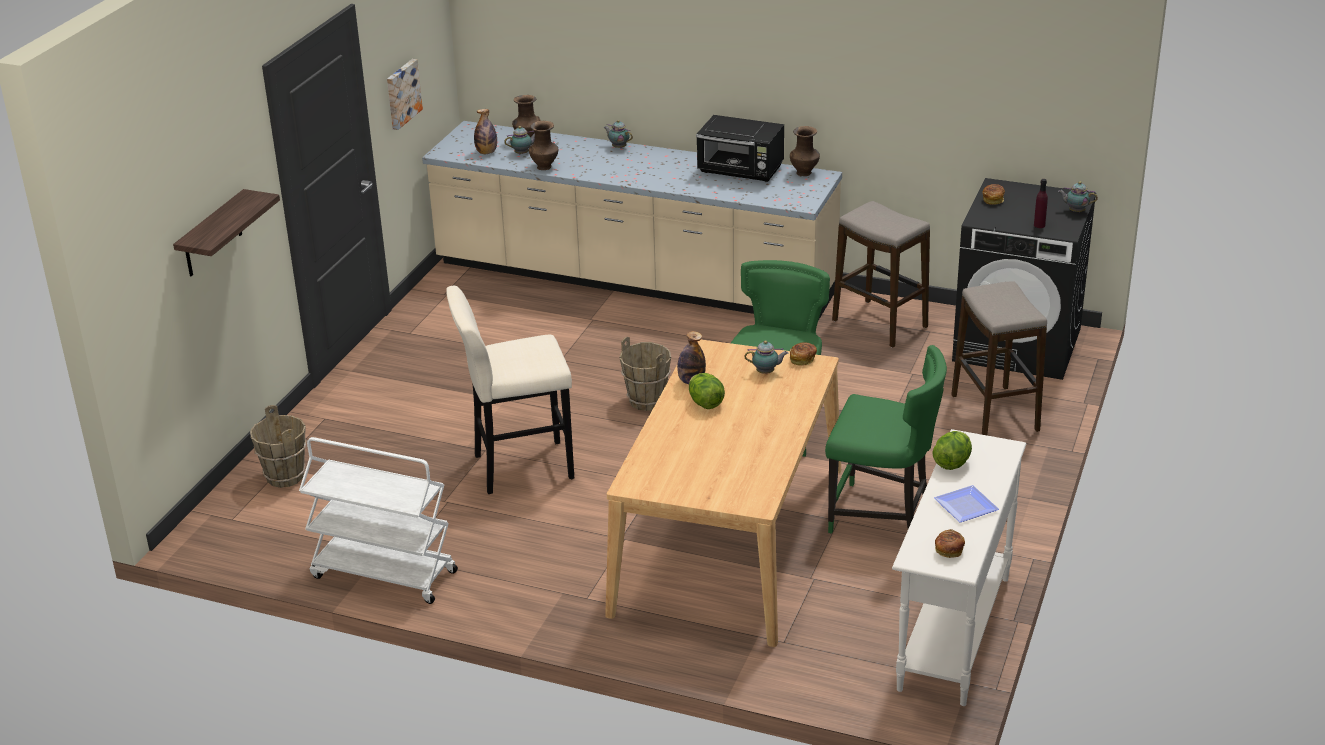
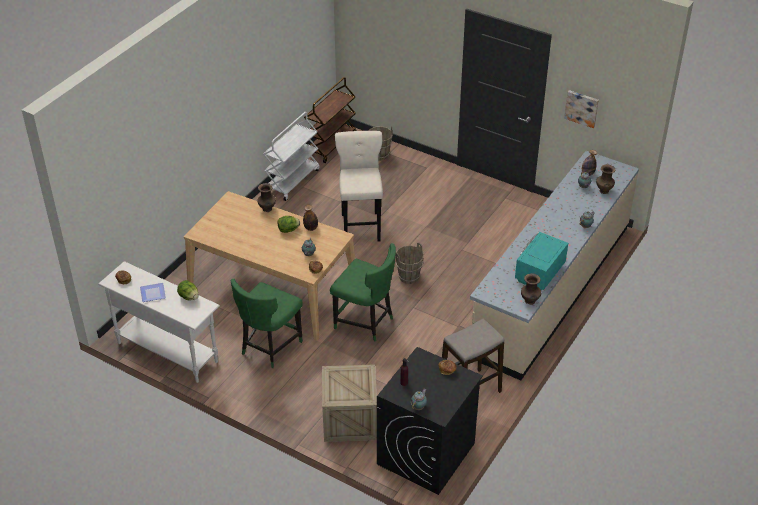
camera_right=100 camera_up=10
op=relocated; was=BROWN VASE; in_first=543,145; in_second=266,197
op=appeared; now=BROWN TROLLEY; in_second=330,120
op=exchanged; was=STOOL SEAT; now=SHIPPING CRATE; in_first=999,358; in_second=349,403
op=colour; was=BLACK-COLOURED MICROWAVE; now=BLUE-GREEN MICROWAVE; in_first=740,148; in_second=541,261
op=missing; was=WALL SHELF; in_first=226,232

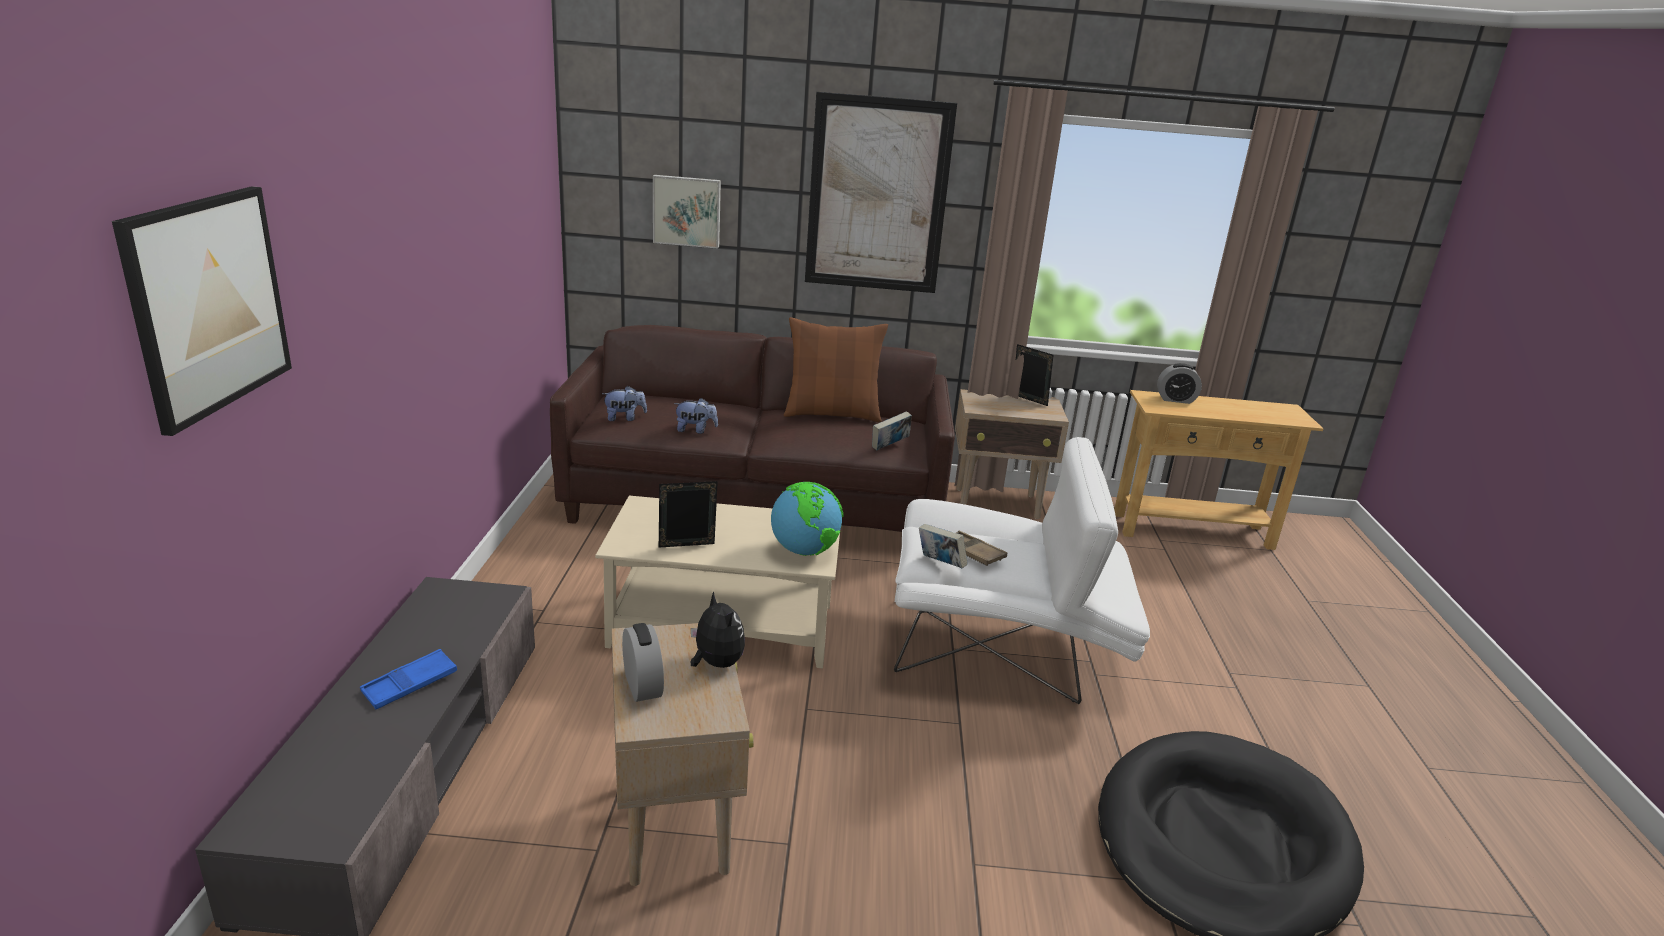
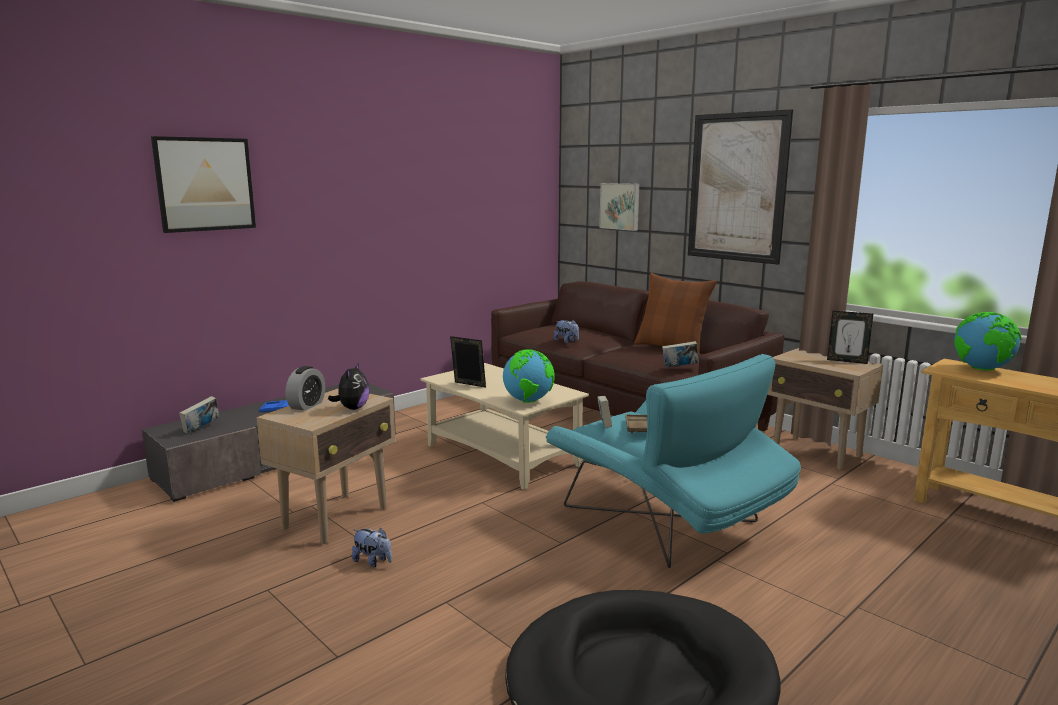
camera_right=45 camera_up=-10
op=appeared; now=BOOK; in_second=199,415
op=relocated; was=PLUSH TOY; in_first=624,403; in_second=372,547
op=colour; was=WHITISH EASY CHAIR; now=BLUE-GREEN EASY CHAIR; in_first=1022,570; in_second=673,461
op=spun; was=STANDING FRAME; in_first=1034,375; in_second=850,337; clockwise=120
op=exchanged; was=TABLE CLOCK; now=WORLD GLOBE; in_first=1179,383; in_second=987,341

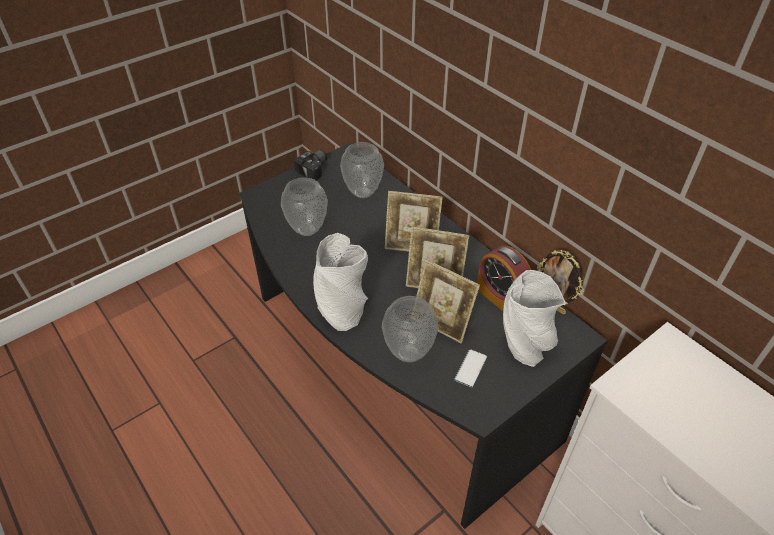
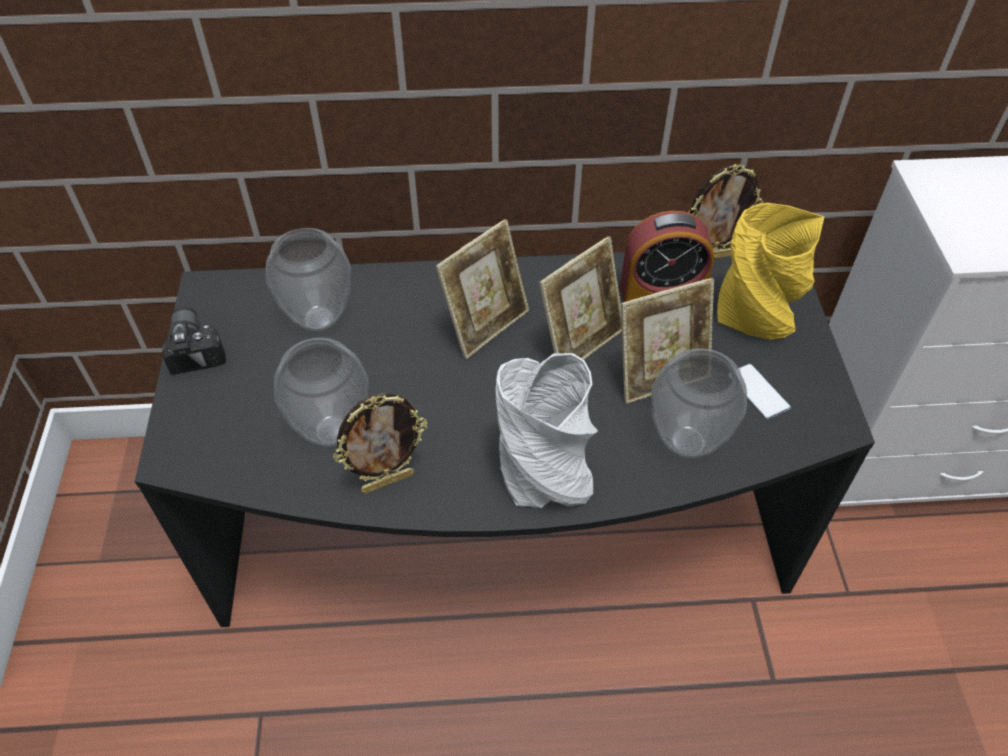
camera_right=-55 camera_up=5
op=appeared; now=STANDING FRAME; in_second=380,444
op=colour; was=GREYISH VASE; now=YELLOWISH VASE; in_first=535,318; in_second=770,271

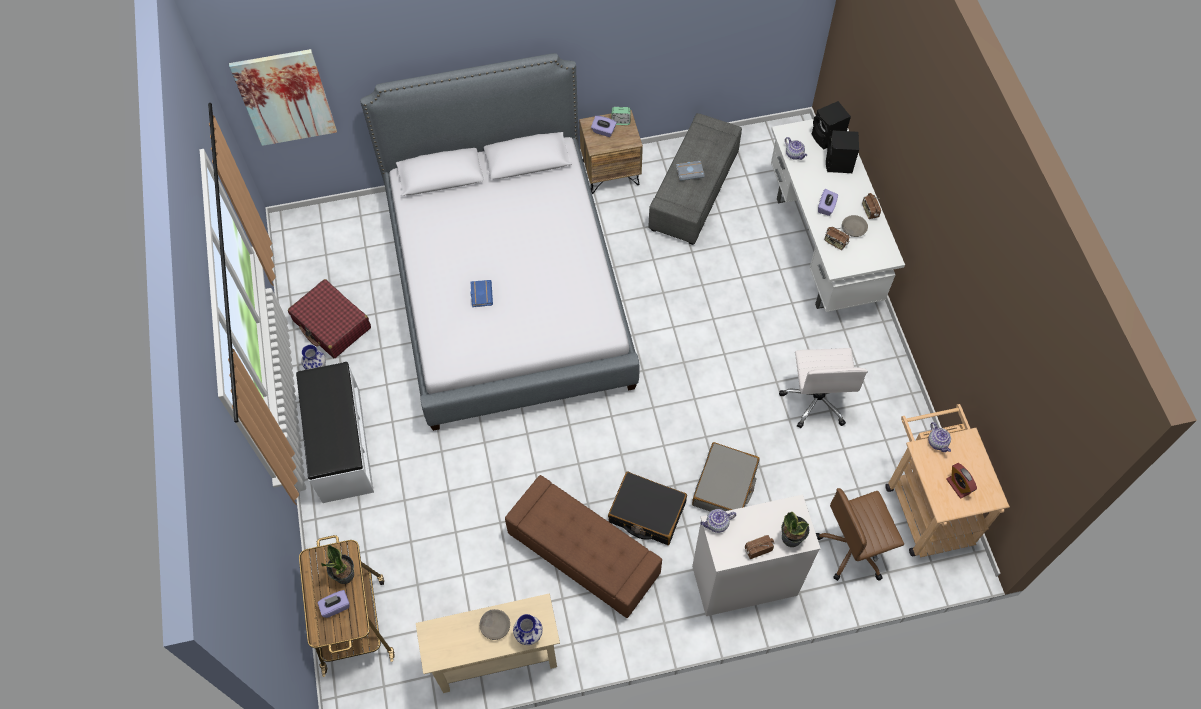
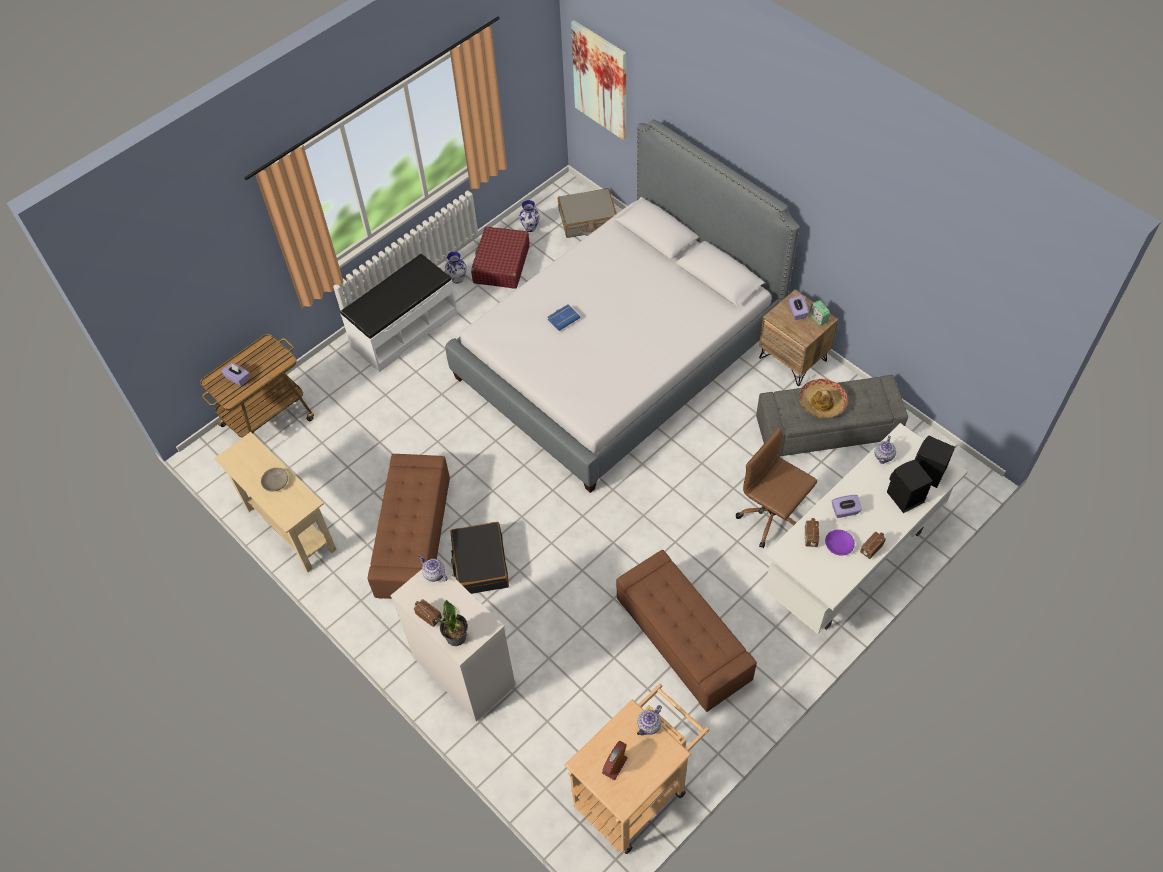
camera_right=60 camera_up=-5
op=relocated; was=VASE; in_first=528,629; in_second=529,216
op=relocated; was=GREYISH PIECE OF LUGGAGE; in_first=726,477; in_second=587,213
op=exchanged; was=WHITISH OFFICE CHAIR; now=BROWN POUFFE; in_first=823,388; in_second=687,631
op=relocated; was=BROWN OFFICE CHAIR; in_first=860,534; in_second=776,488
op=exchanged; was=GREYISH BOOK; now=WEARABLE HAT; in_first=690,171; in_second=823,398
op=colour; was=GREYISH BOWL; now=PURPLE BOWL; in_first=855,226; in_second=840,543
op=missing; was=POTTED PLANT; in_first=337,564

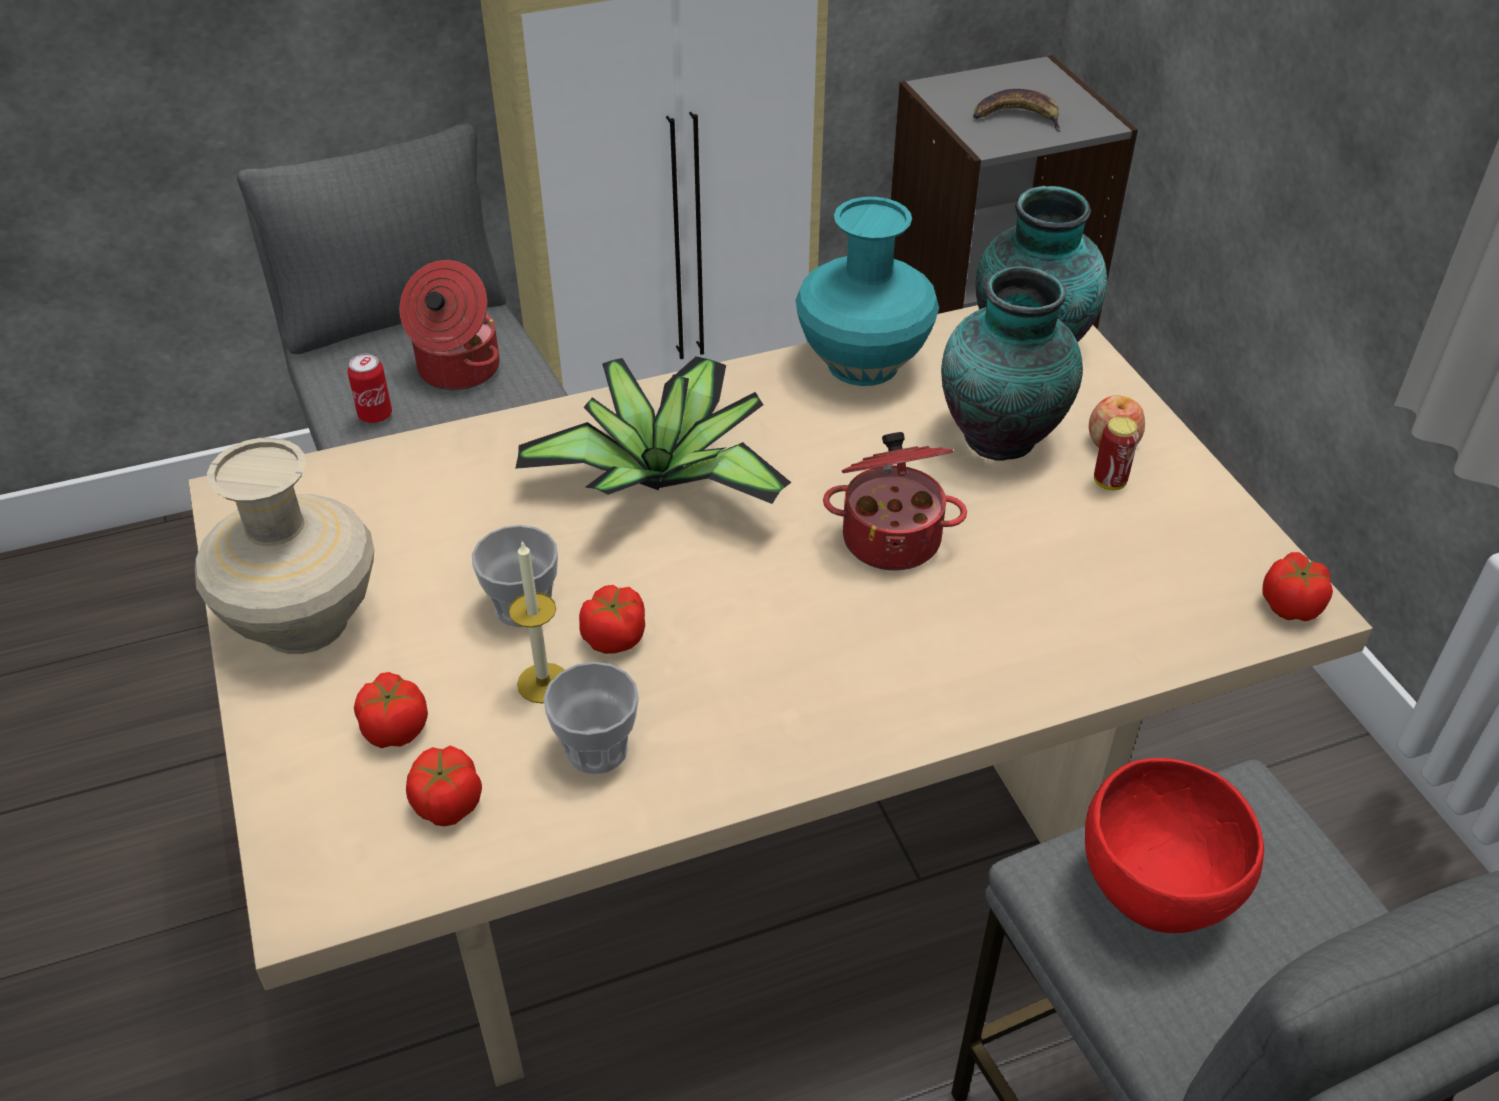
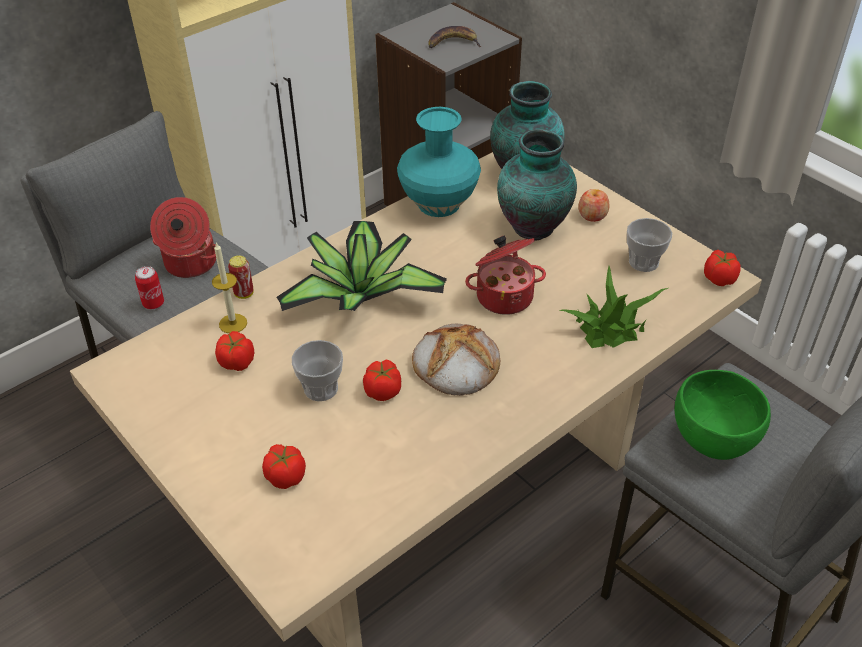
camera_right=-20 camera_up=0
op=relocated; was=CANDLE; in_first=537,622; in_second=229,287
op=relocated; was=TOMATO; in_first=444,786; in_second=234,351
op=relocated; was=SEALED CAN; in_first=1116,453; in_second=241,277
op=appeared; now=BAKERY BREAD; in_second=456,360
op=appeared; now=POTTED PLANT; in_second=613,307
op=relocated; was=CUP; in_first=591,718; in_second=649,245
op=colour; was=RED BOWL; now=GREEN BOWL; in_first=1174,845; in_second=723,415
op=missing; was=BEIGE VASE; in_first=284,546

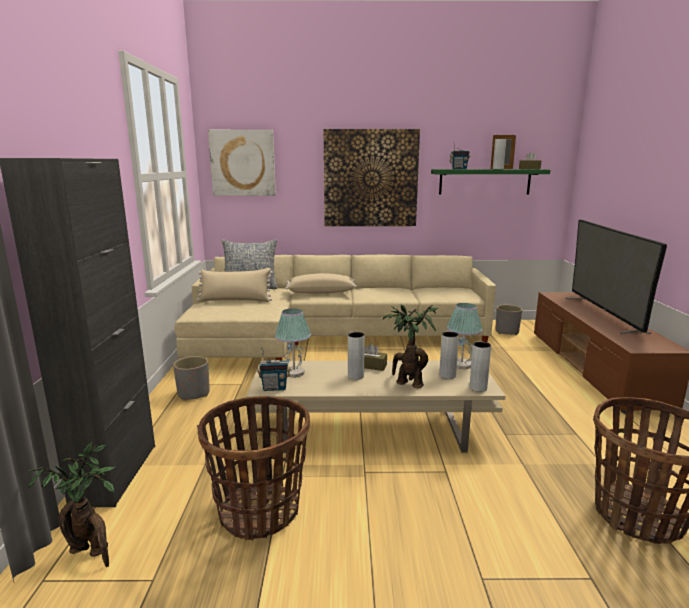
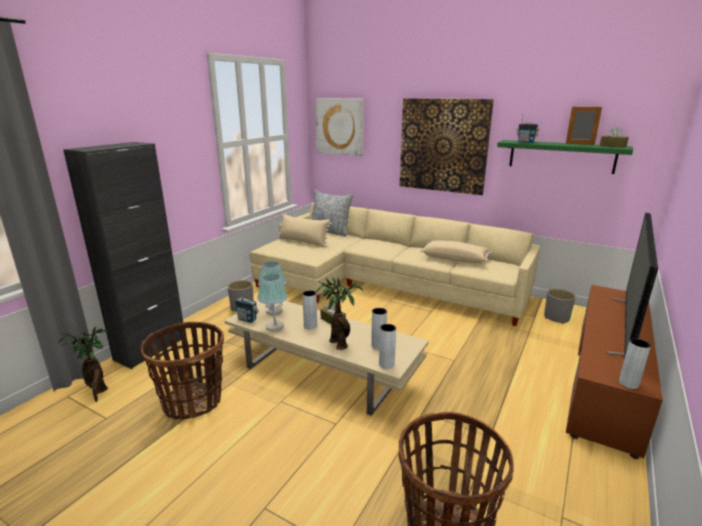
camera_right=30 camera_up=5
op=relocated; was=LAMP FOR A TABLE; in_first=464,336; in_second=272,303
op=relocated; was=BEIGE PILLOW; in_first=321,283; in_second=456,252
op=relocated; was=GREYISH VASE; in_first=499,154; in_second=635,363

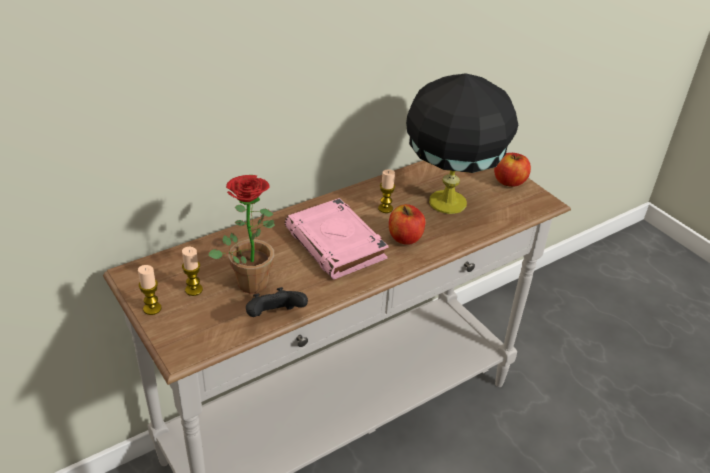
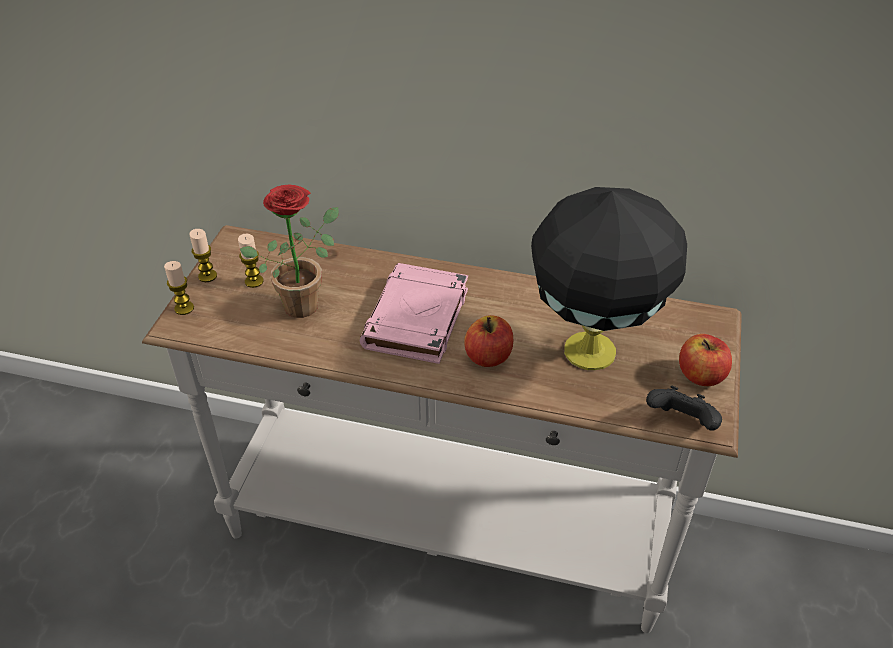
camera_right=50 camera_up=5
op=relocated; was=CANDLE; in_first=386,191; in_second=179,288
op=relocated; was=BLACK-COLOURED JOYPAD; in_first=277,302; in_second=684,408

